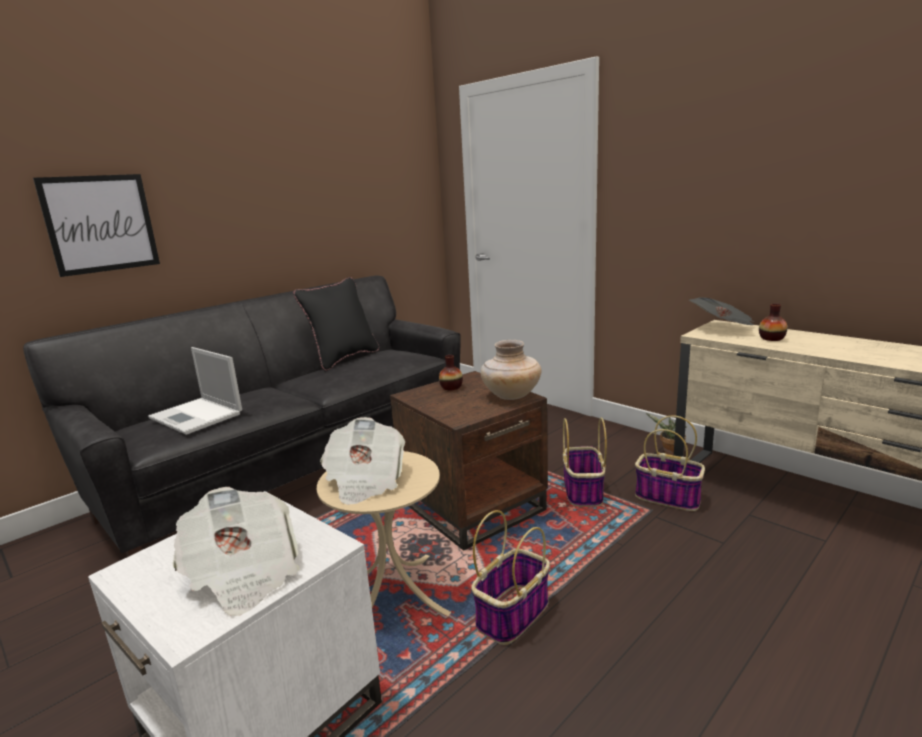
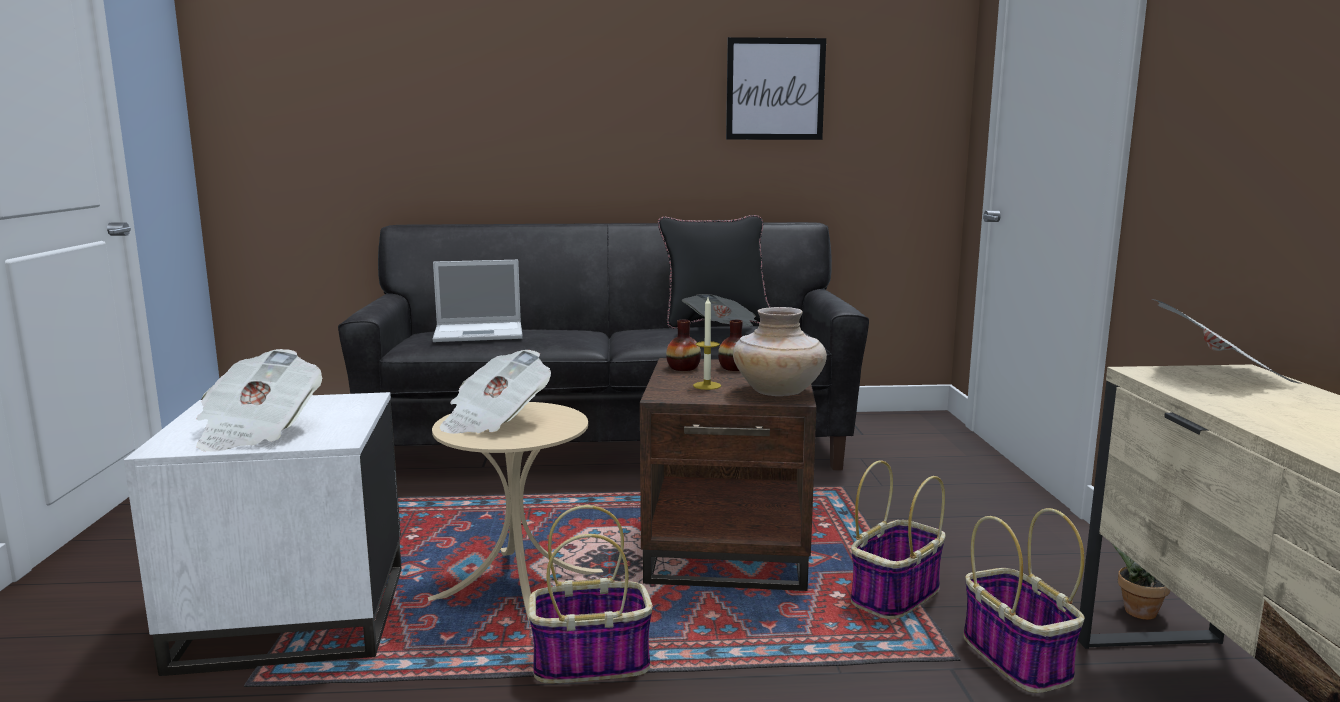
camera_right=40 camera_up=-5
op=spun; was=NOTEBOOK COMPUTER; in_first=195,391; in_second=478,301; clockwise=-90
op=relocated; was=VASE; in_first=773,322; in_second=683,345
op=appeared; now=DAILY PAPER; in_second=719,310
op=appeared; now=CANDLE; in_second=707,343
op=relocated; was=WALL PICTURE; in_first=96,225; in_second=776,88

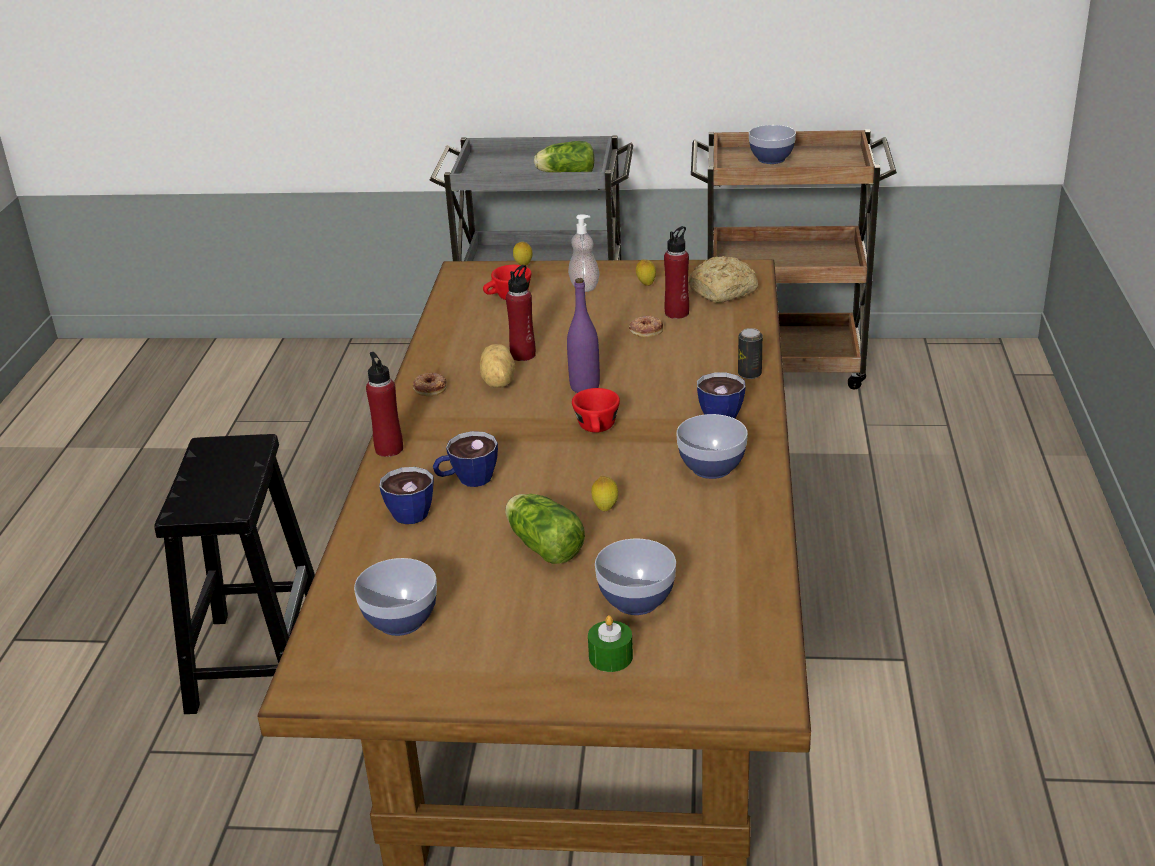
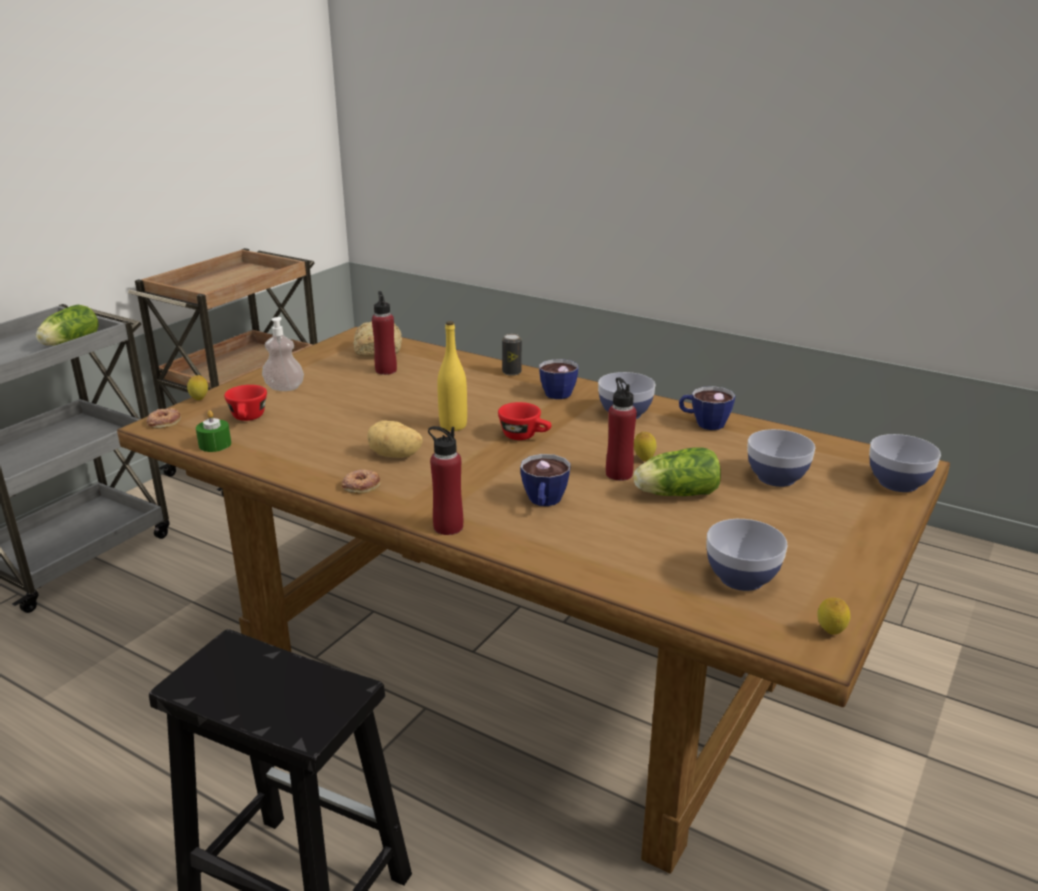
camera_right=-65 camera_up=-5
op=relocated; was=DONUT; in_first=646,326; in_second=164,418
op=relocated; was=GREEN CANDLE; in_first=610,643; in_second=213,431
op=colour; was=PURPLE BEVERAGE BOTTLE; now=YELLOWISH BEVERAGE BOTTLE; in_first=583,335; in_second=452,376
op=relocated; was=RED BEVERAGE BOTTLE; in_first=521,313; in_second=621,429
op=relocated; was=CUP; in_first=406,495; in_second=707,408
op=relocated; was=WHOLE LEMON; in_first=646,272; in_second=833,616
op=relocated; was=BOWL; in_first=772,144; in_second=905,463

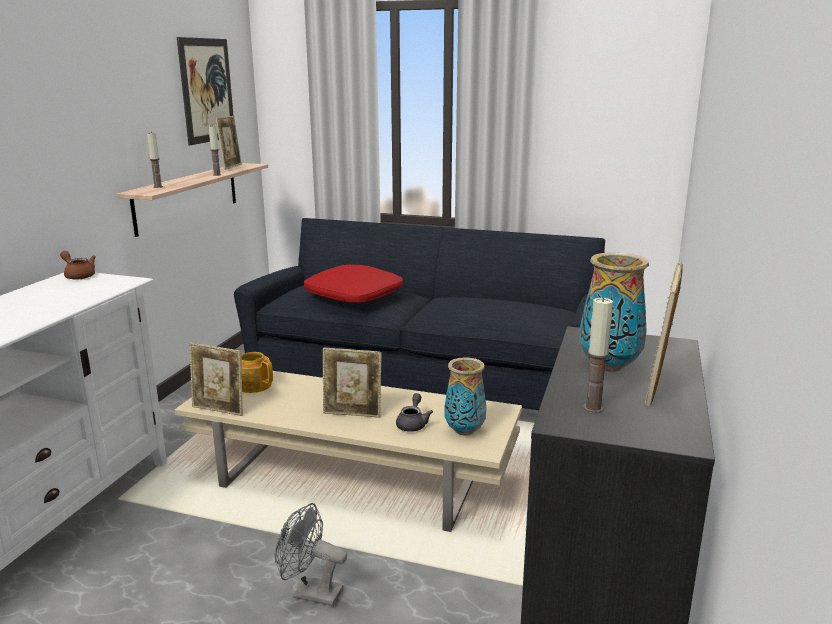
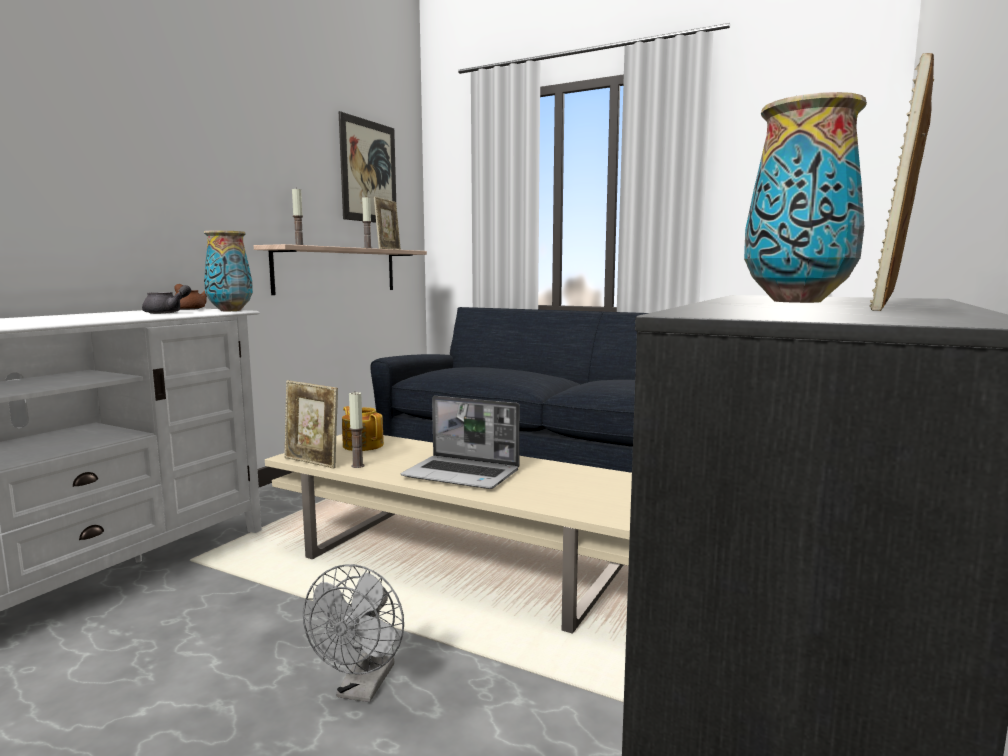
camera_right=10 camera_up=-10
op=relocated; was=GREYISH POT FOR TEA; in_first=414,412; in_second=166,299
op=relocated; was=VASE; in_first=465,396; in_second=228,270
op=spun; was=GREYISH FAN; in_first=311,555; in_second=353,633; clockwise=-105
op=relocated; was=CANDLE; in_first=598,355; in_second=357,430
op=exchanged; was=STANDING FRAME; now=NOTEBOOK COMPUTER; in_first=352,383; in_second=460,442
op=missing; was=RED PILLOW; in_first=353,284

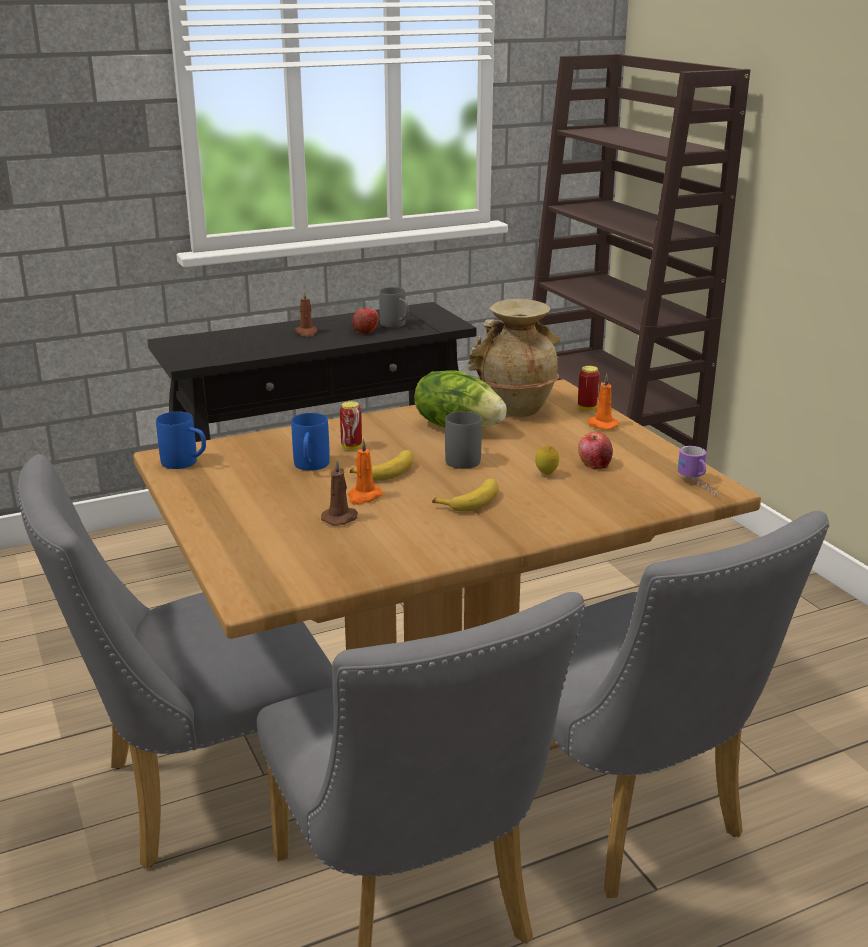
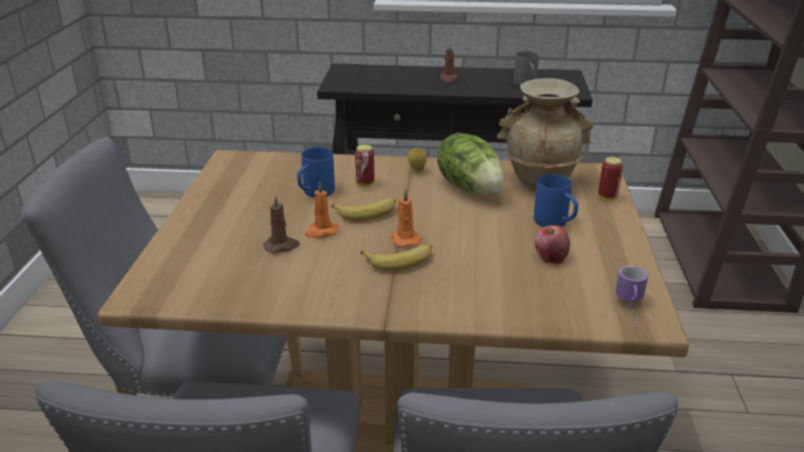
camera_right=30 camera_up=5
op=relocated; was=ORANGE CANDLE; in_first=603,402; in_second=406,218
op=relocated; was=WHOLE LEMON; in_first=547,460; in_second=417,159
op=relocated; was=BLUISH COFFEE MUG; in_first=181,440; in_second=556,200
op=missing; was=APPLE; in_first=365,321
op=missing; was=GREYISH COFFEE MUG; in_first=463,440

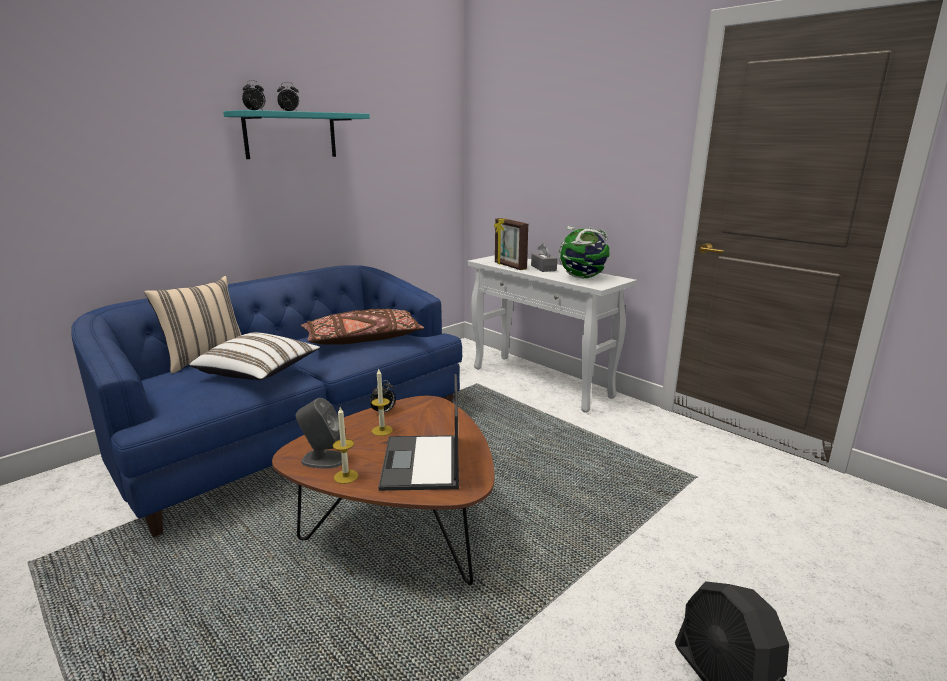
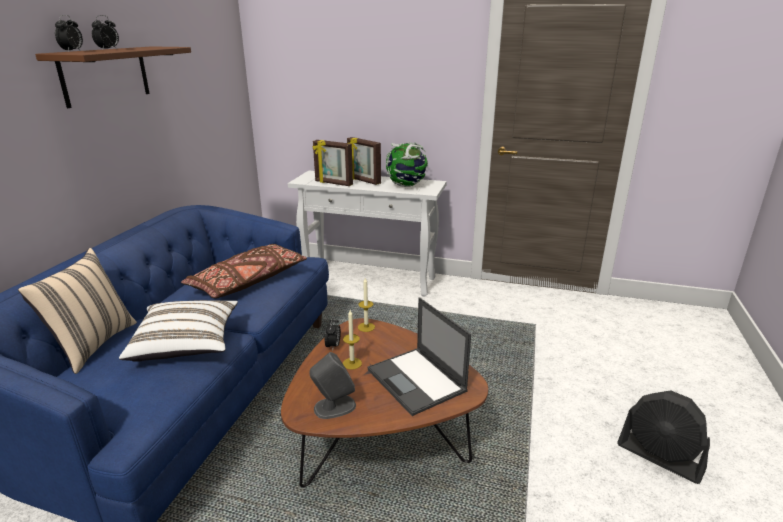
camera_right=-30 camera_up=5
op=colour; was=BLUE-GREEN WALL SHELF; now=BROWN WALL SHELF; in_first=296,134; in_second=113,77
op=exchanged; was=GREYISH TISSUE BOX; now=STANDING FRAME; in_first=544,257; in_second=364,161
op=relocated; was=CANDLE; in_first=345,445; in_second=366,305

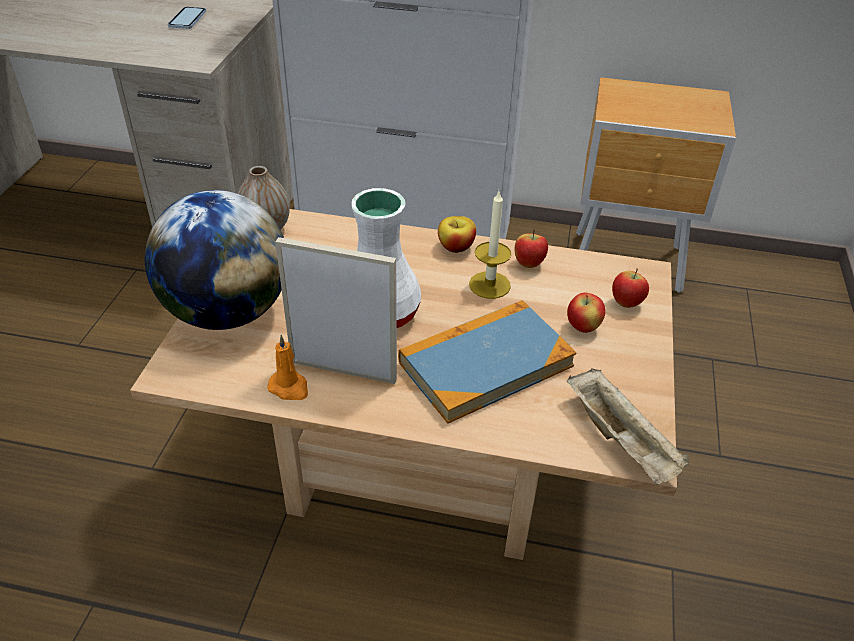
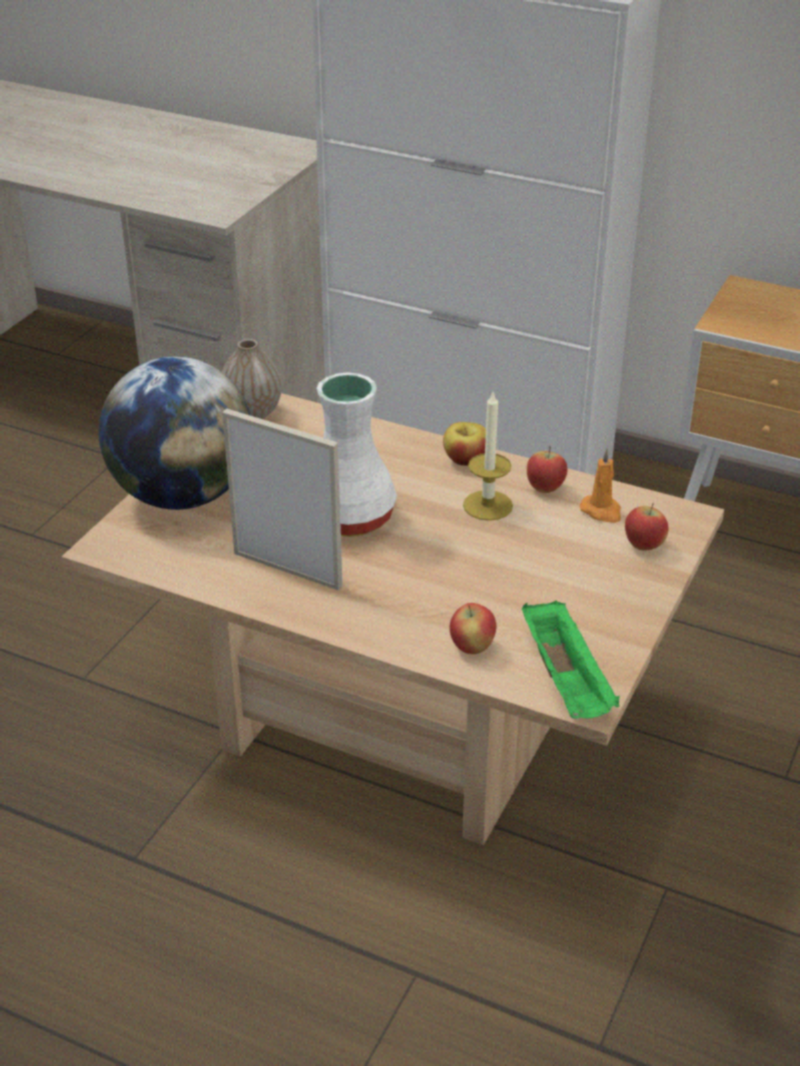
camera_right=15 camera_up=-5
op=relocated; was=APPLE; in_first=586,313; in_second=473,628
op=colour; was=BEIGE TRAY; now=GREEN TRAY; in_first=628,426; in_second=571,659
op=relocated; was=ORANGE CANDLE; in_first=287,367; in_second=600,486
op=missing; was=TELEPHONE; in_first=187,18
op=missing; was=BOOK; in_first=487,362

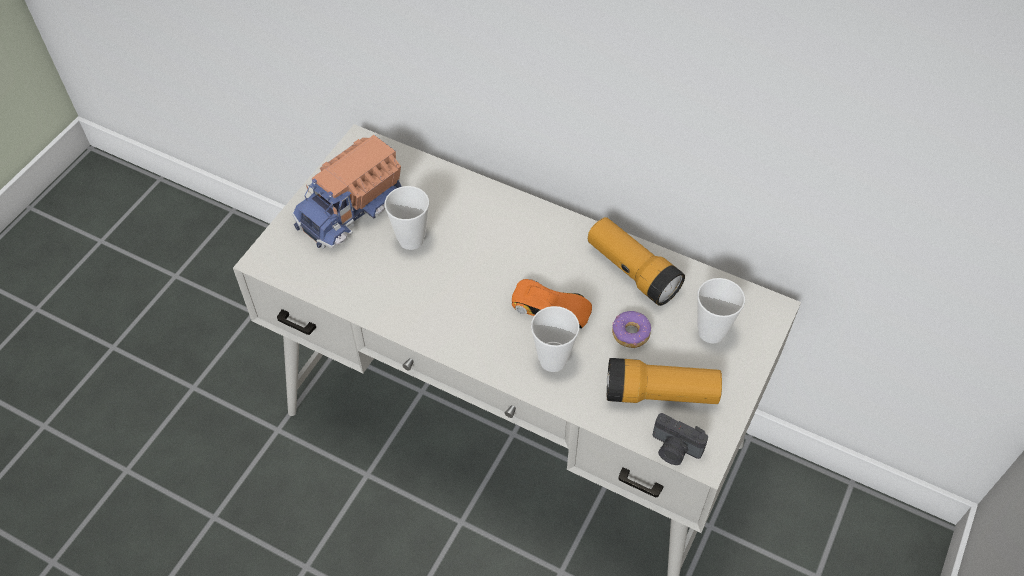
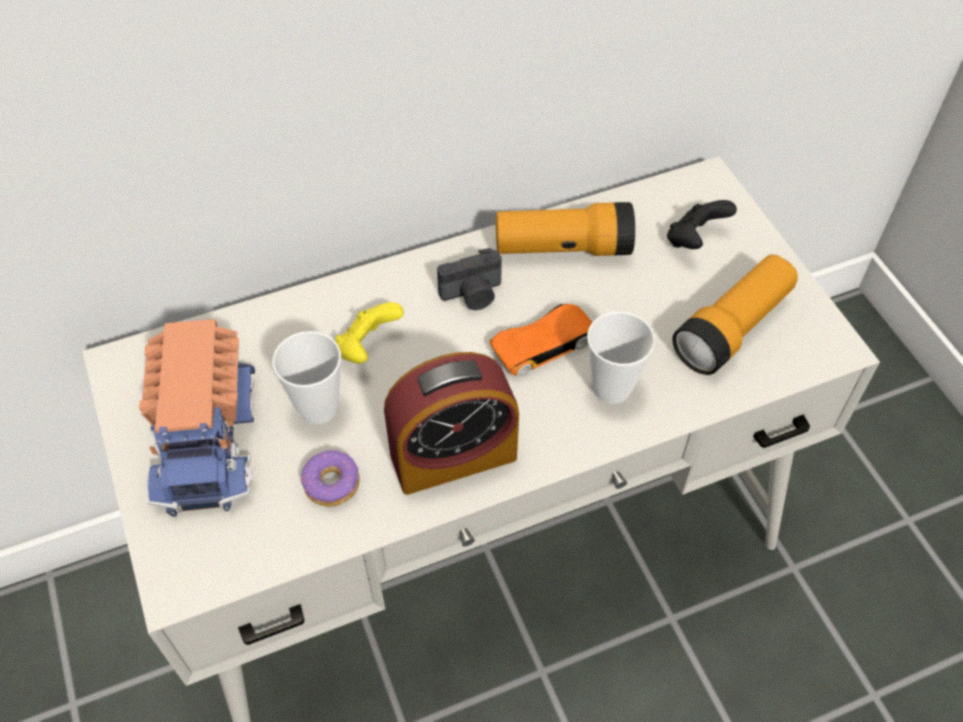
camera_right=-50 camera_up=0
op=relocated; was=DONUT; in_first=631,329; in_second=330,478
op=appeared; now=YELLOWISH JOYPAD; in_second=369,333
op=appeared; now=TABLE CLOCK; in_second=451,423
op=relocated; was=STILL CAMERA; in_first=680,439; in_second=469,279
op=exchanged; was=CUP; now=BLACK-COLOURED JOYPAD; in_first=721,310; in_second=702,224

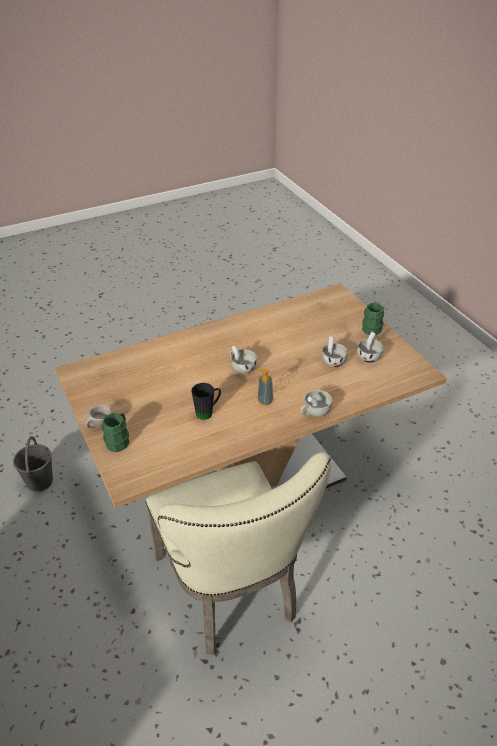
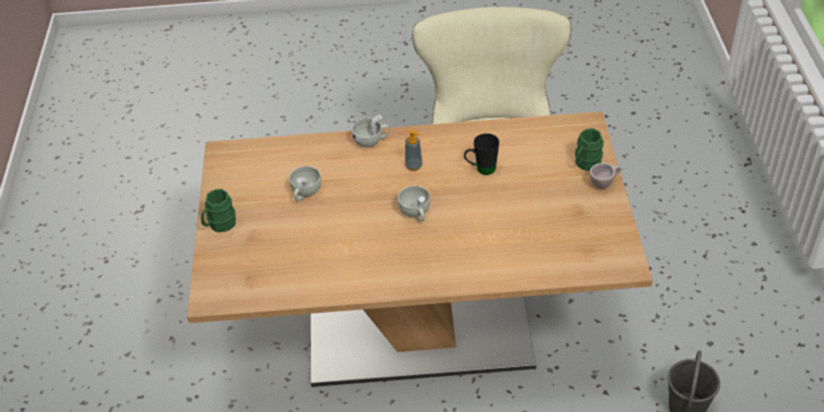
camera_right=-155 camera_up=5
op=missing; was=WHITISH CUP; in_first=370,347

